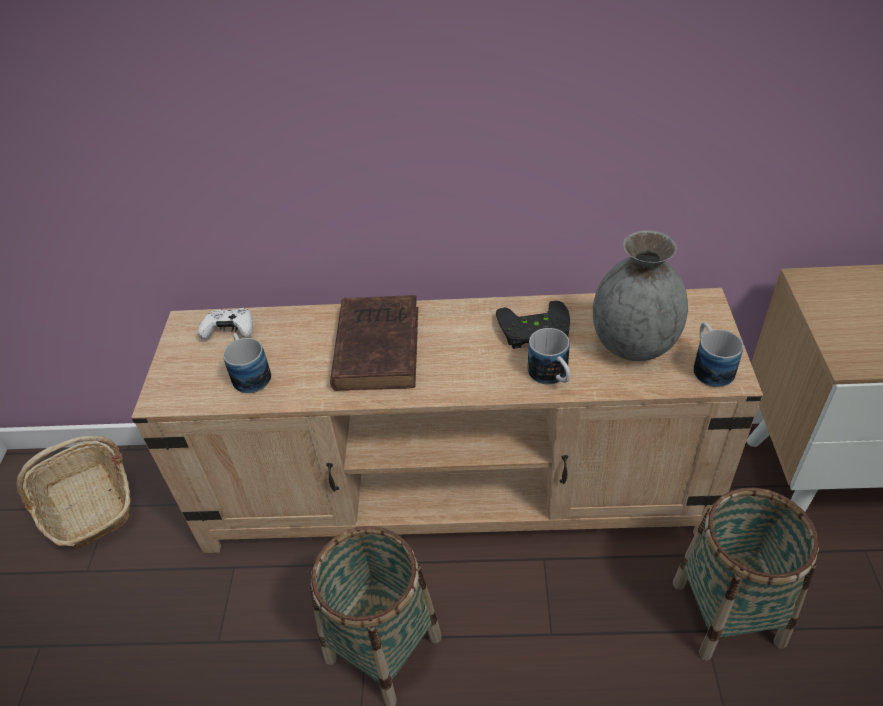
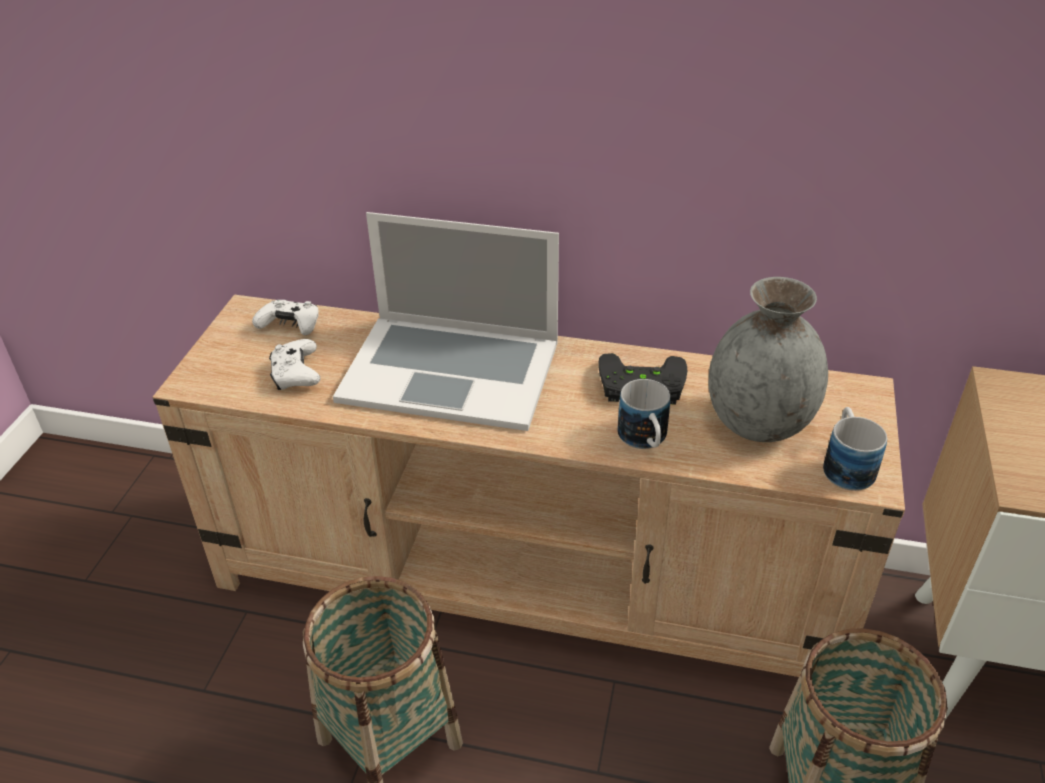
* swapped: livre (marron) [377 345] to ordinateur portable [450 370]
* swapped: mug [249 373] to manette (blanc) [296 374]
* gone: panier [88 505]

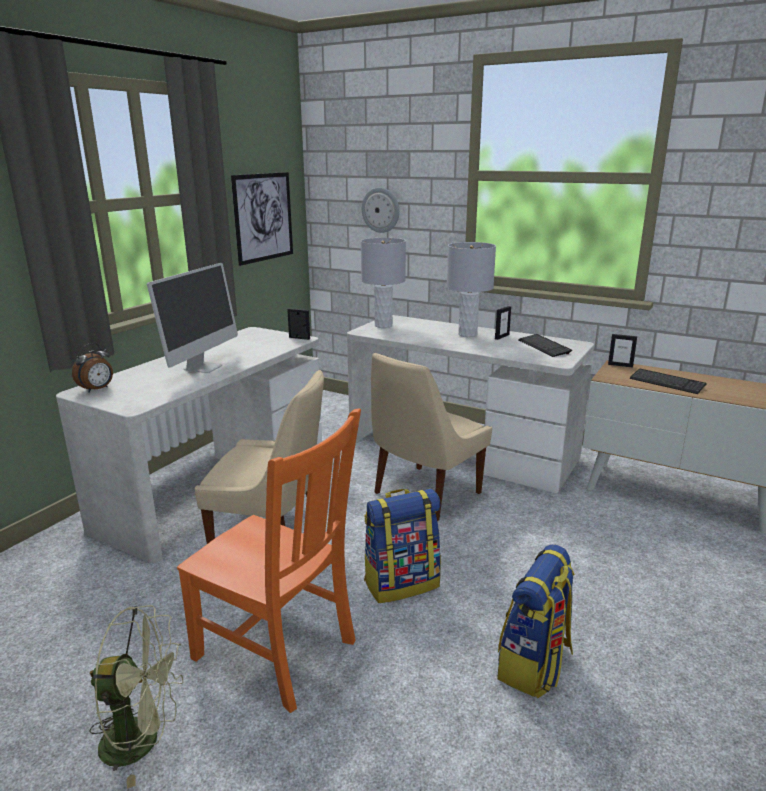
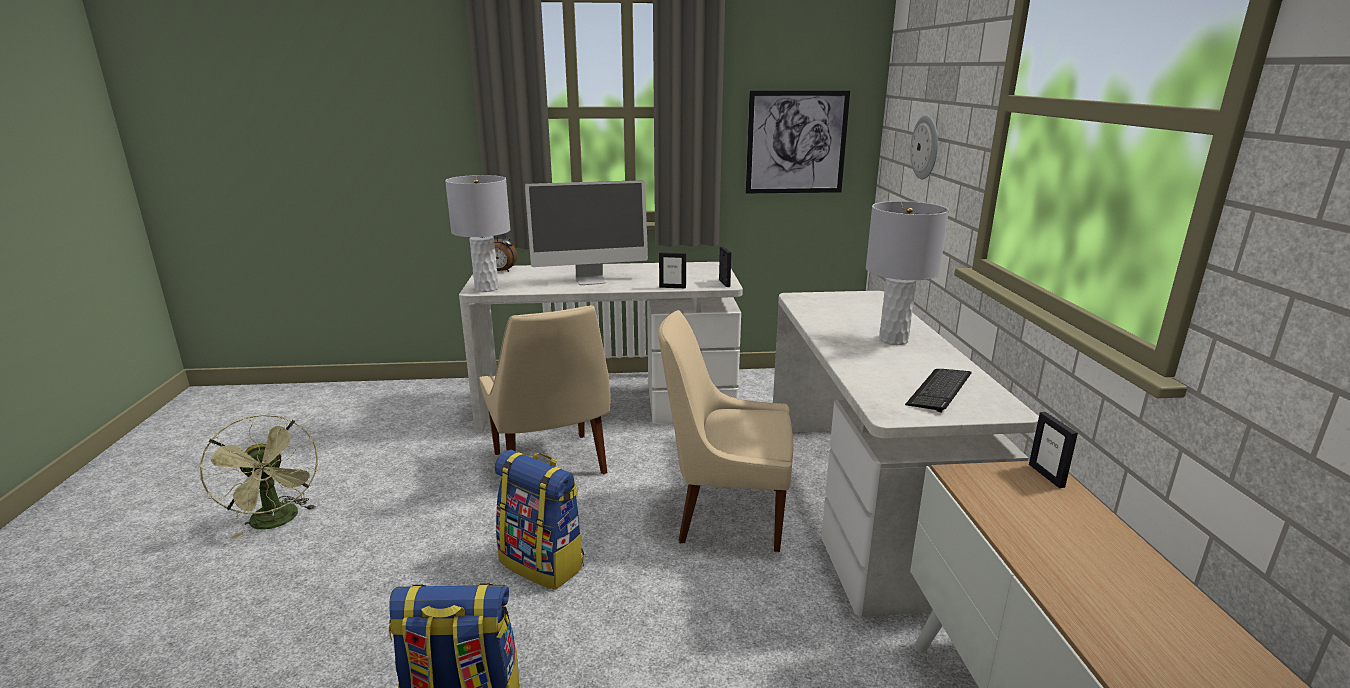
* shifted: lampe de table (gris) [384 325] to [486 289]
* shifted: cadre photo [502 337] to [672 287]
* gone: clavier [667 383]
* gone: chaise (orange) [279 652]

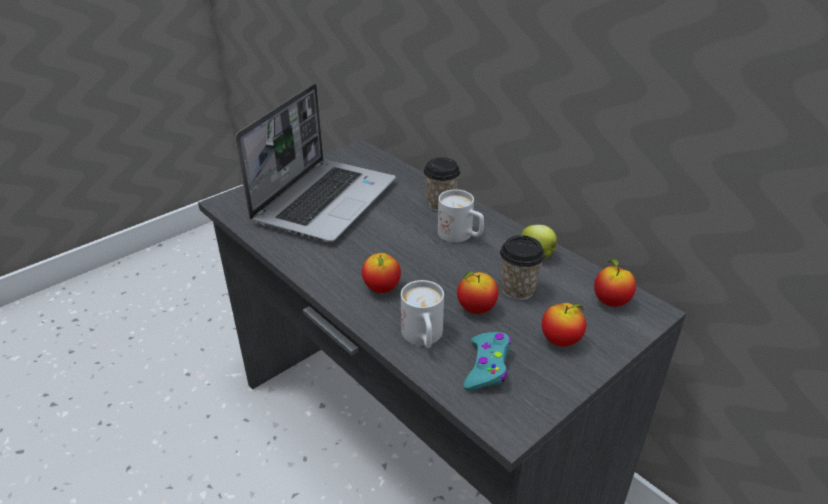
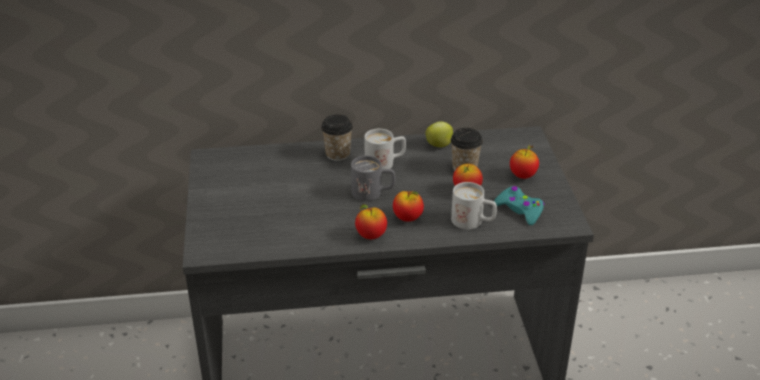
* gone: ordinateur portable [325 200]
* shifted: pomme [610 302] to [371 236]
* new: mug (gris) [373 193]

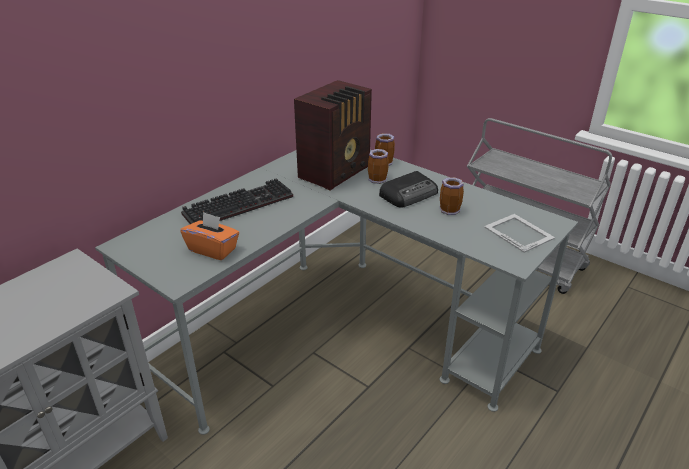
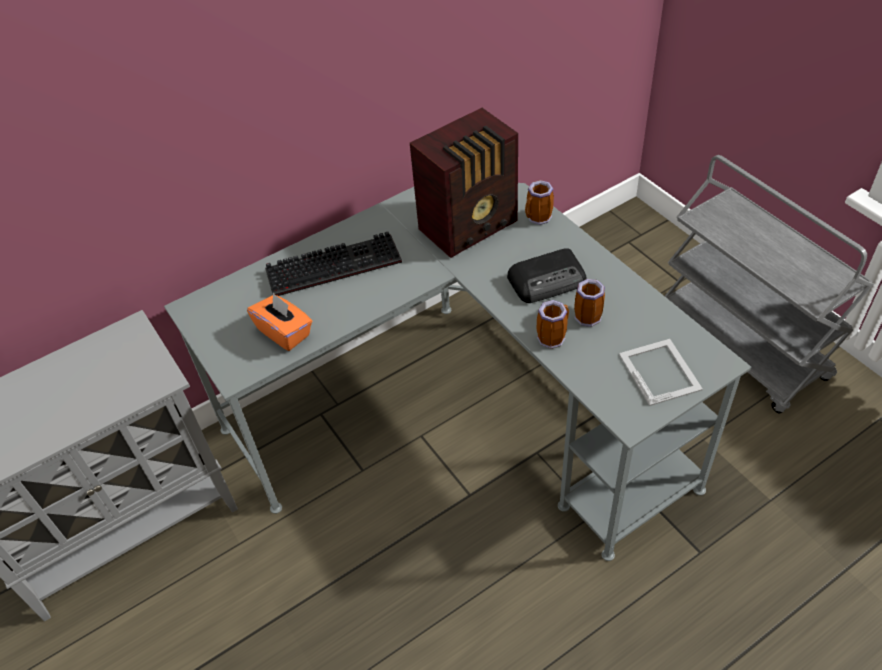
* shifted: mug [378 178] to [552 336]

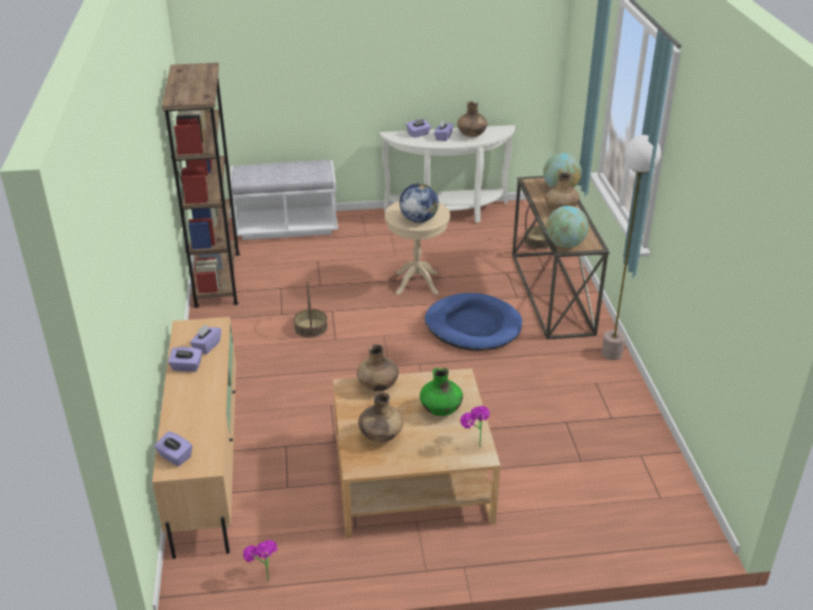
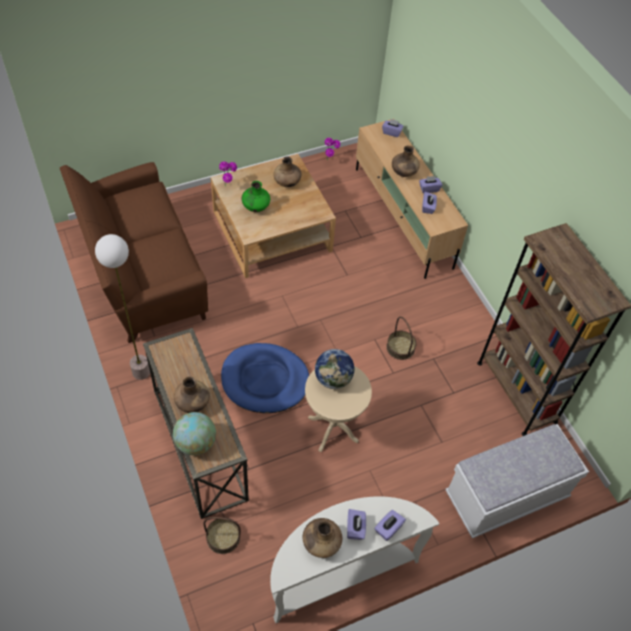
* gone: globe [565 244]
* shifted: vase (marron) [378 386] to [404 172]
* new: canapé (marron) [142 275]

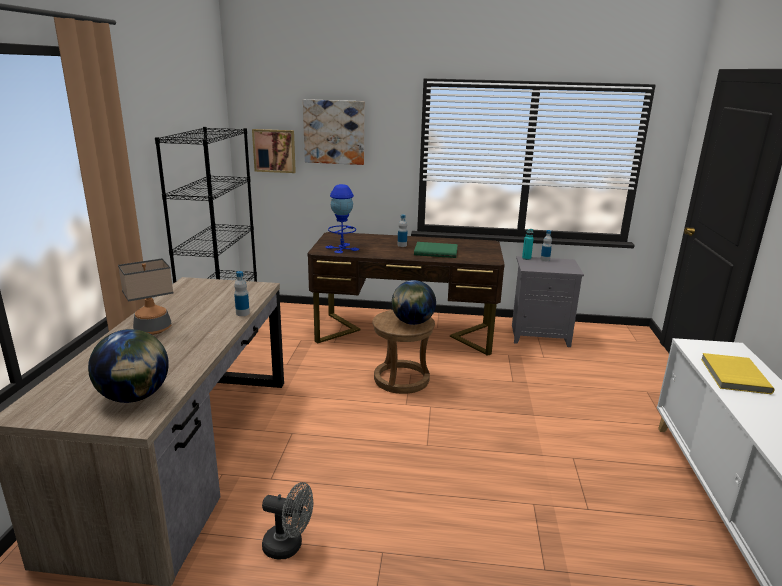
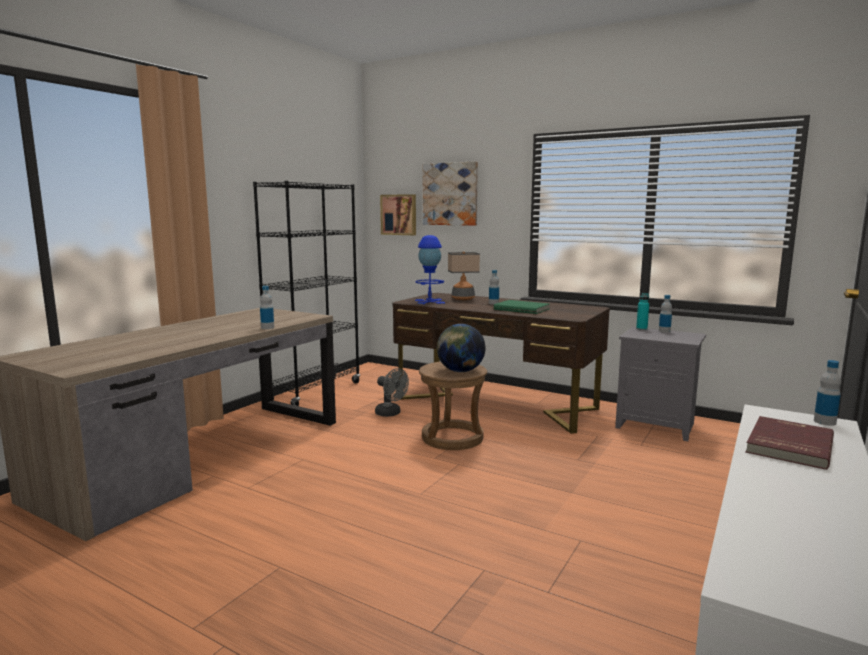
* shifted: lampe de table [152 329] to [463 298]
* gone: globe [135 397]
* repainted: livre (jaune) [733 375] to livre (rouge) [787 445]
* shifted: ventilateur (gris) [289 546] to [391 413]
* new: bouteille [824 422]

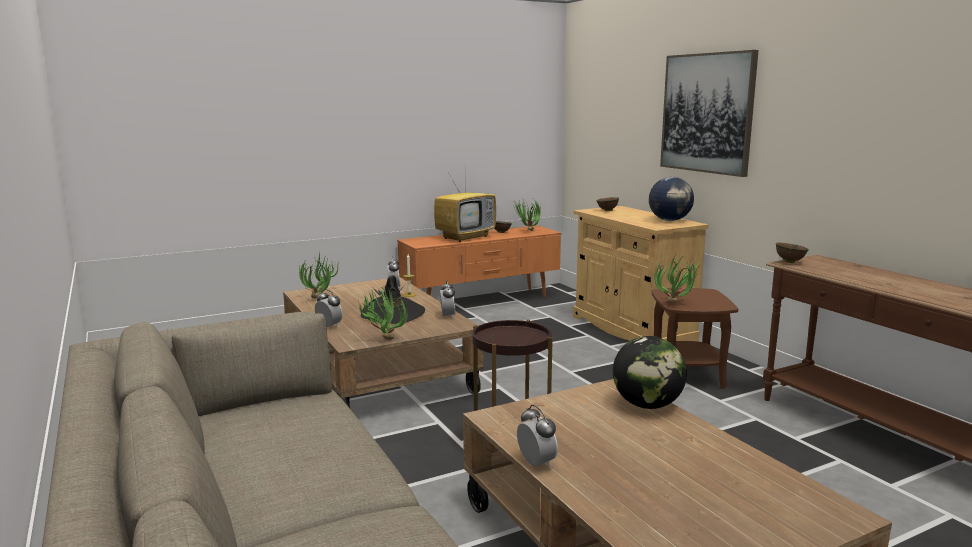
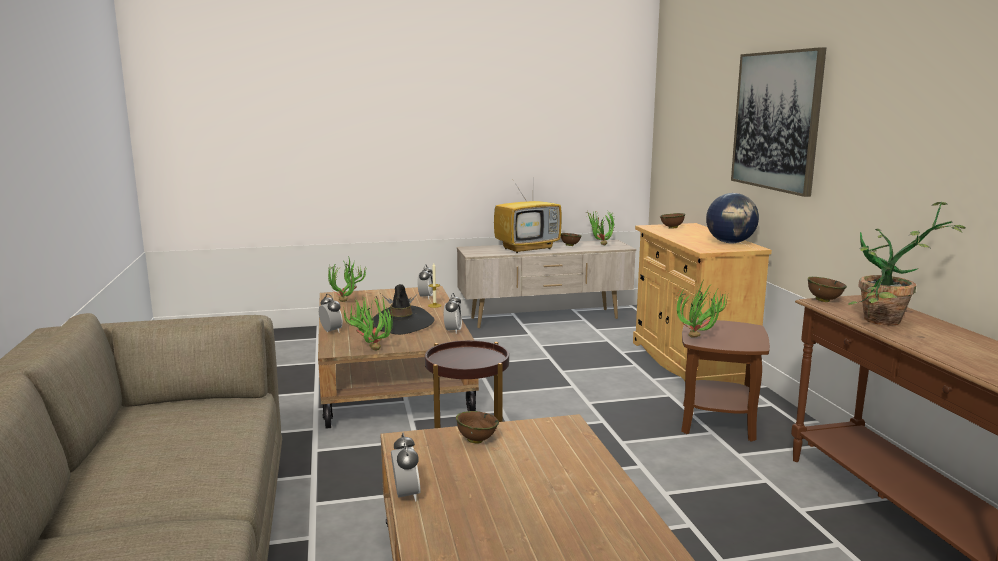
* repainted: meuble télé (orange) [481 302] to meuble télé (beige) [544 319]
* gone: globe [647 405]
* new: plante en pot [888 323]
* new: bol (marron) [476 440]

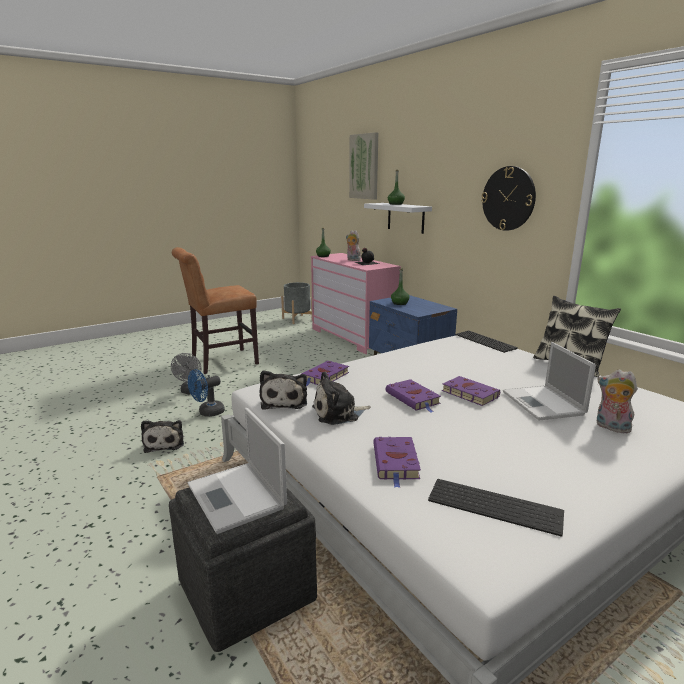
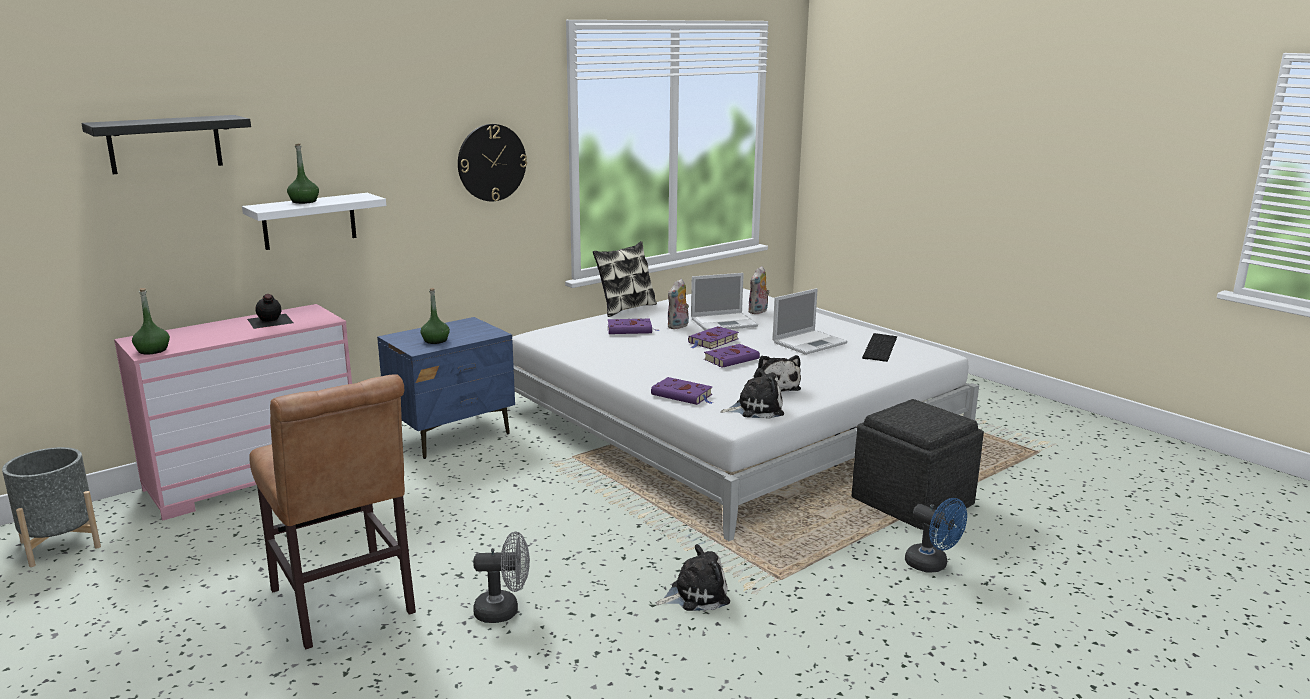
* swapped: tableau [364 166] to étagère (noir) [165 144]
* shifted: peluche [352 260] to [678 326]
* gone: clavier [486 341]
* shifted: ventilateur (bleu) [207 413] to [932 565]
* shifted: ordinateur portable [237 497] to [810 342]
* shifted: livre (violet) [396 463] to [631 330]

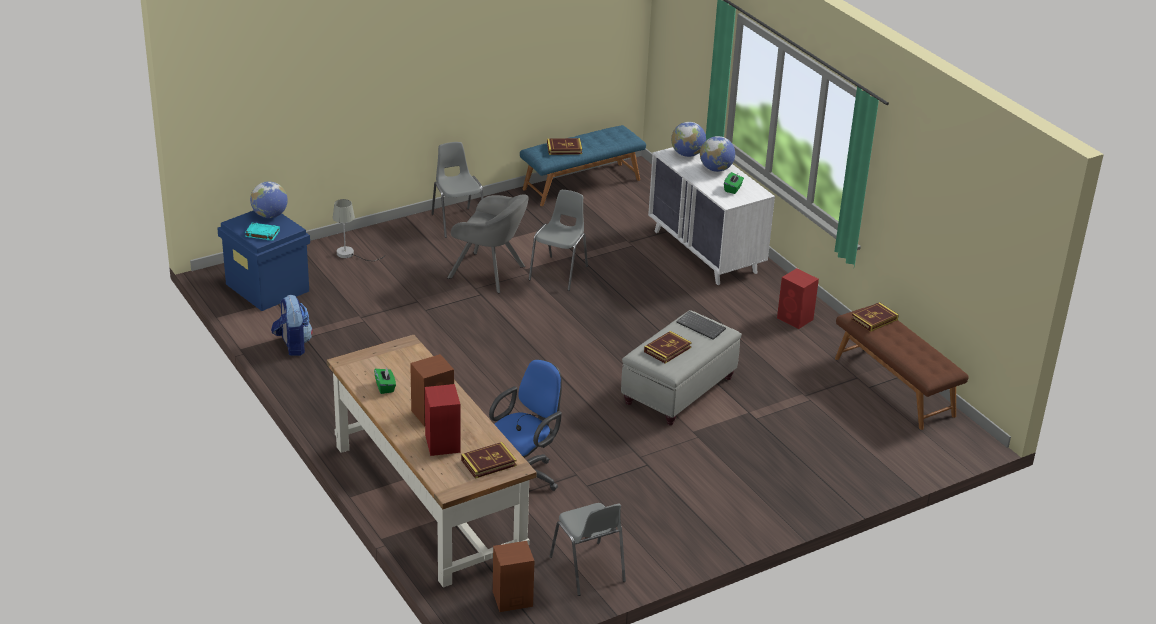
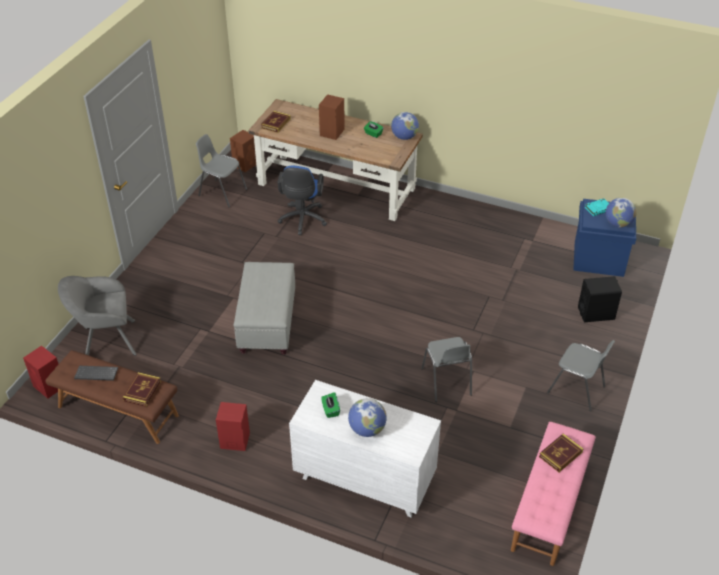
* shifted: globe [687 154] to [404 137]
* repainted: banc (bleu) [581 184] to banc (rose) [550 506]
* shifted: fauteuil (gris) [490 273] to [106 341]
* swapped: lampe de table (gris) [350 254] to enceinte (noir) [596 313]
* gone: sac à dos [293 345]
* shifted: clavier [702 326] to [95 374]
* gone: livre [667 349]
* shifted: enceinte (rouge) [442 443] to [49 386]

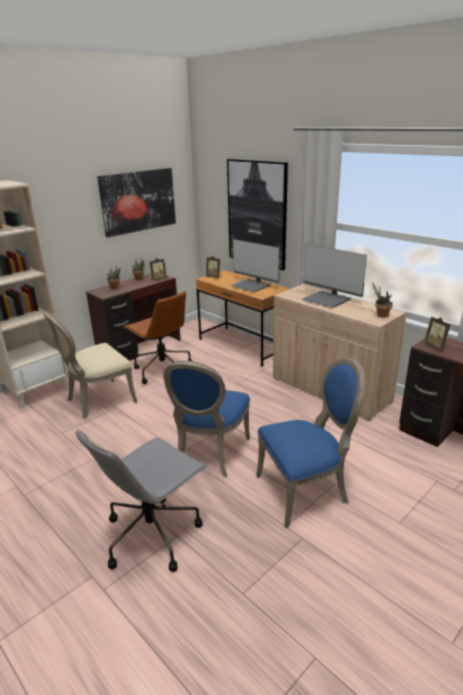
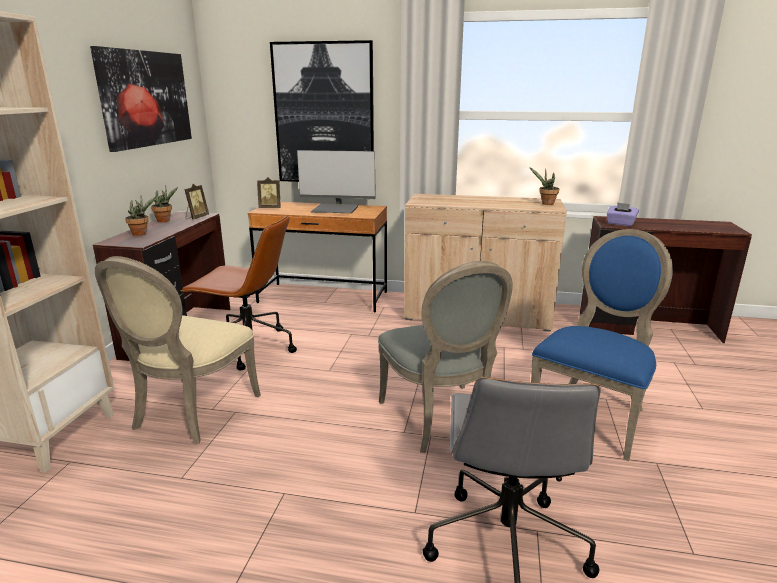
* gone: écran d'ordinateur [326 299]
* swapped: cadre photo [436 347] to boîte à mouchoirs (violet) [620 223]
* repainted: chaise (bleu) [209 454] to chaise (gris) [441 420]

